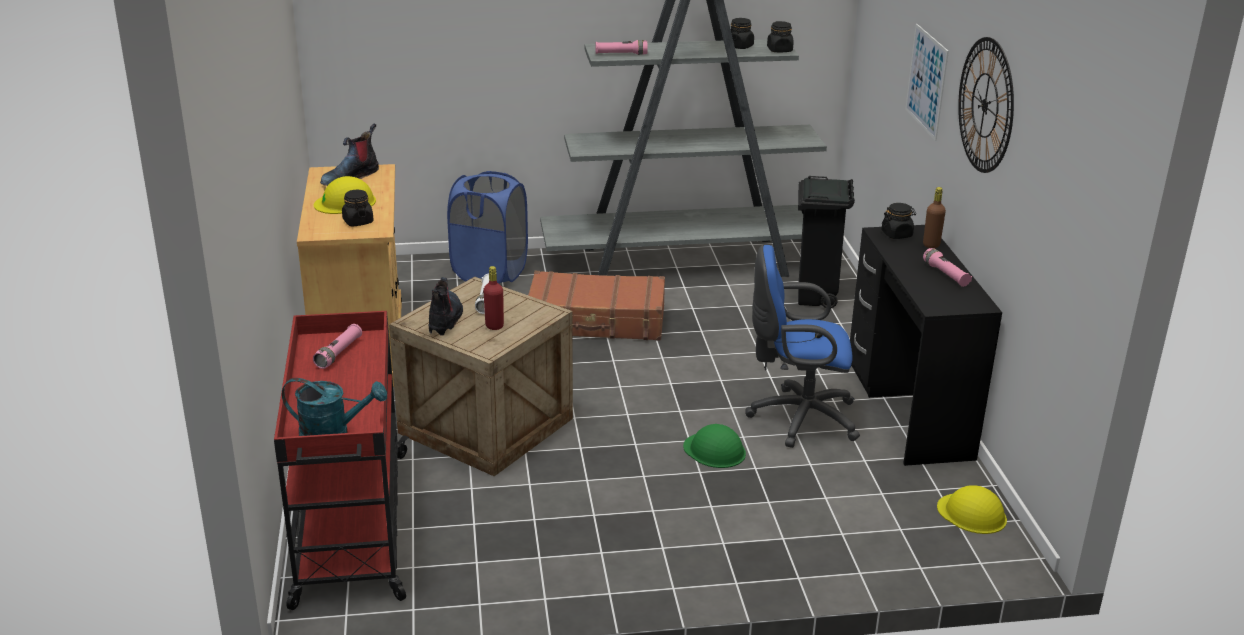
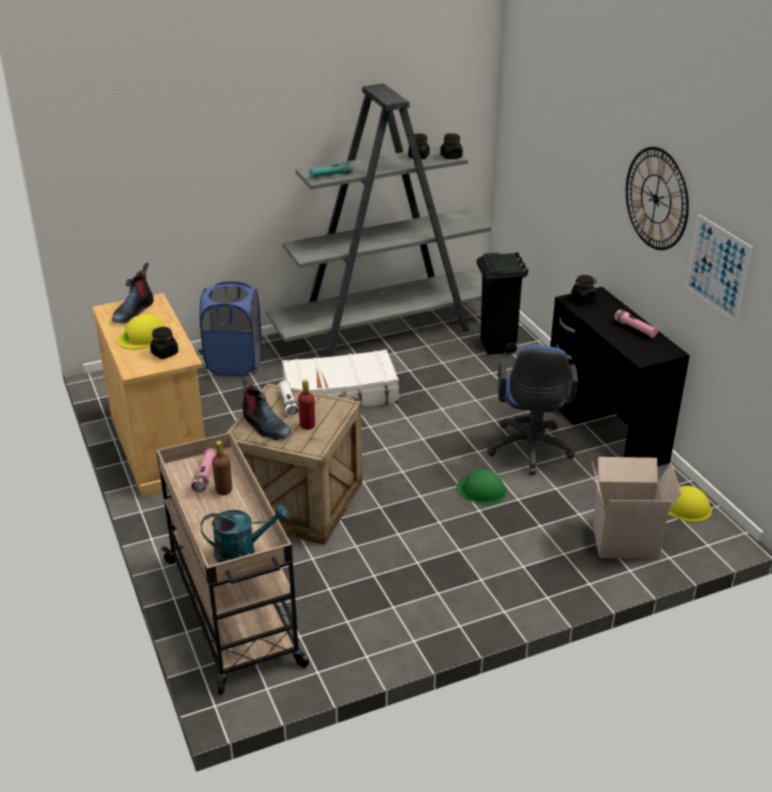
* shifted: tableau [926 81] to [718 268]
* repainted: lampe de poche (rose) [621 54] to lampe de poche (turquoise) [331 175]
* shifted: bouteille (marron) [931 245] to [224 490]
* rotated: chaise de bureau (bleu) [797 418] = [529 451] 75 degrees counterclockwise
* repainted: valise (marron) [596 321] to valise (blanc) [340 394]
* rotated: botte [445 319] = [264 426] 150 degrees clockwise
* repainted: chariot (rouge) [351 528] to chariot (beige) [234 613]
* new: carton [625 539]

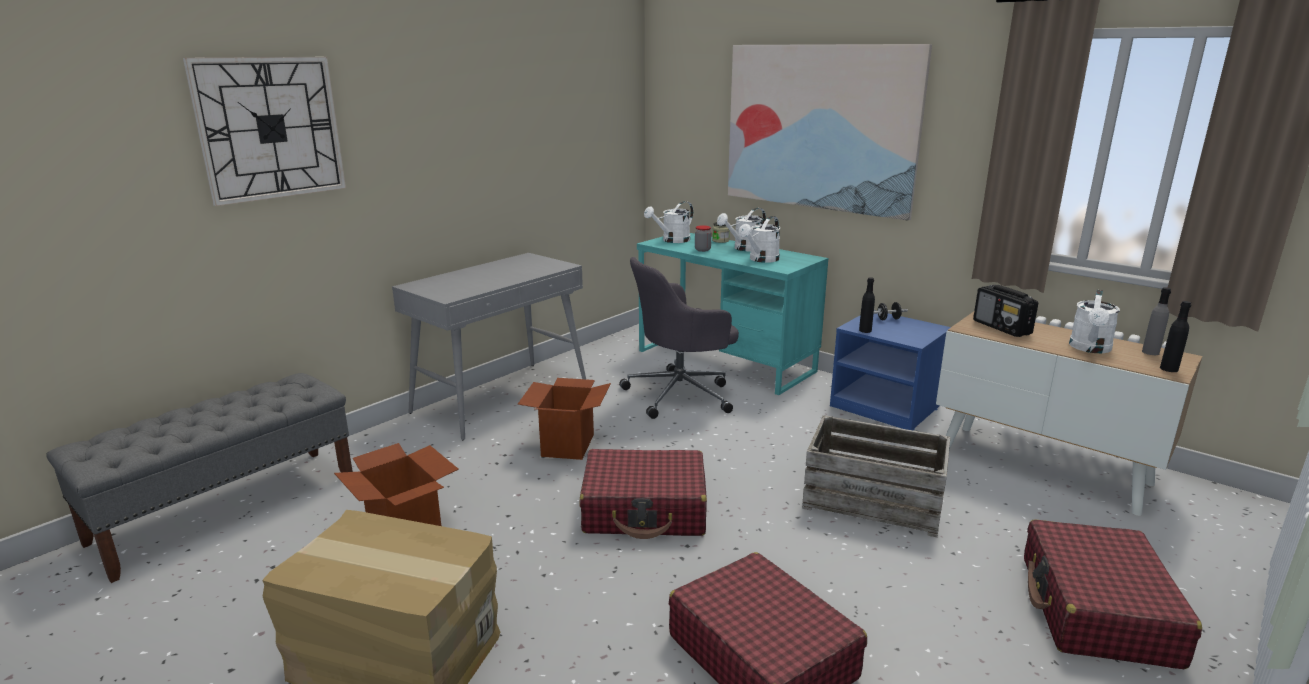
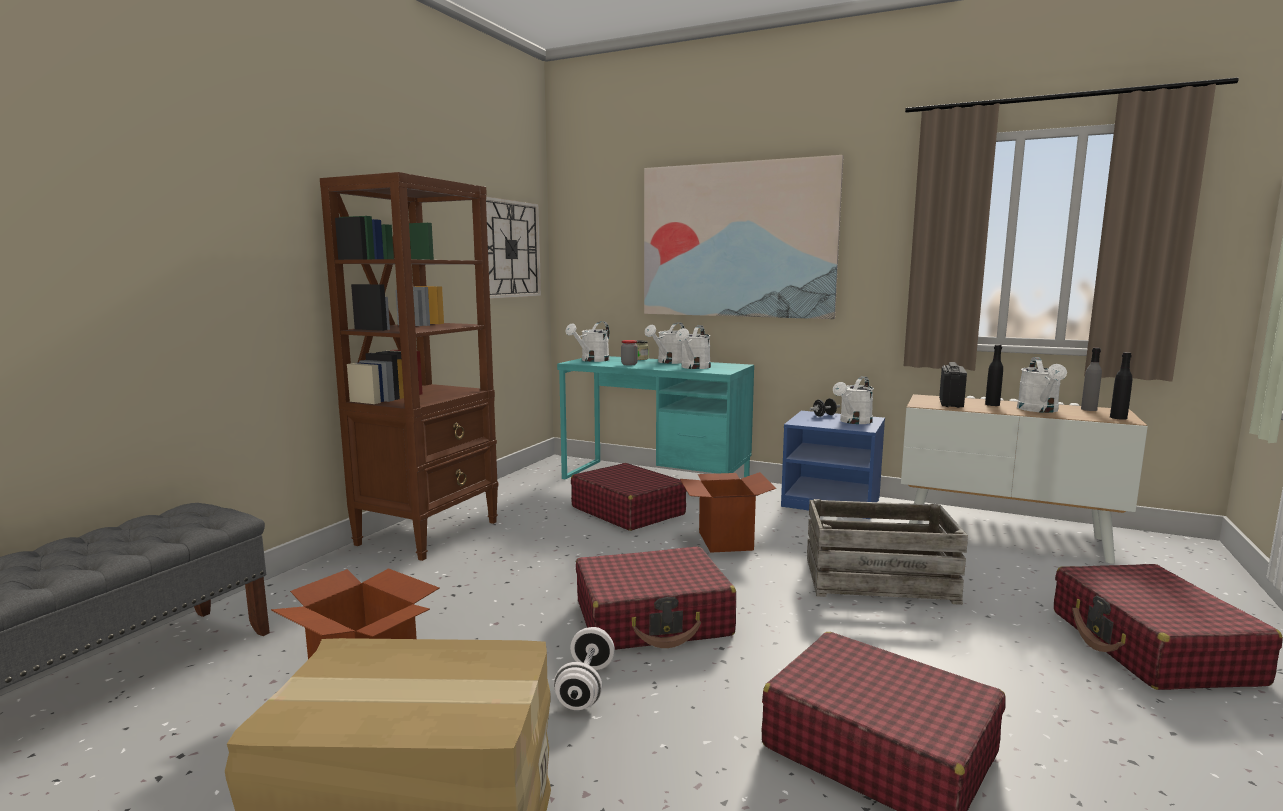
* shifted: horloge murale [270 128] to [509 249]
* swapped: table console (gris) [502 398] to bibliothèque (marron) [429 532]
* swapped: chaise de bureau (gris) [681 394] to valise (rouge) [627 511]
* shifted: bouteille (noir) [865 330] to [992 404]
* rotated: radio [1002 328] = [951 402] 120 degrees counterclockwise
* shifted: carton [568 445] to [725 540]
* new: arrosoir (blanc) [853 422]
* new: haltère (blanc) [585 687]

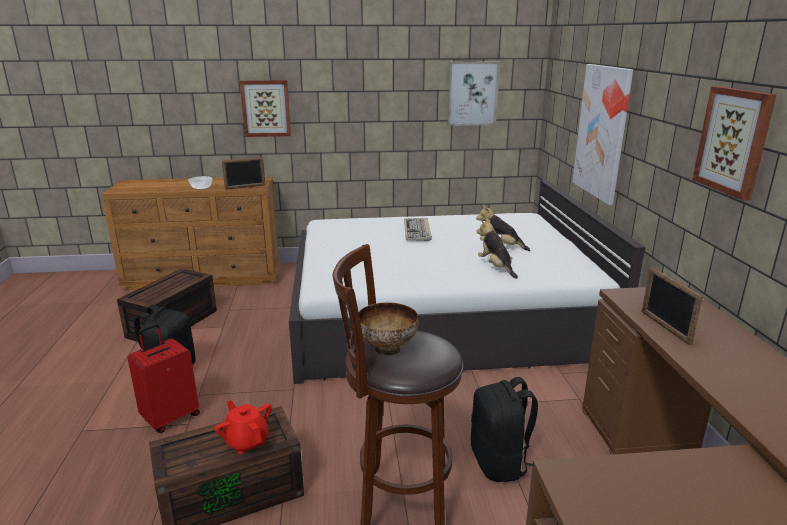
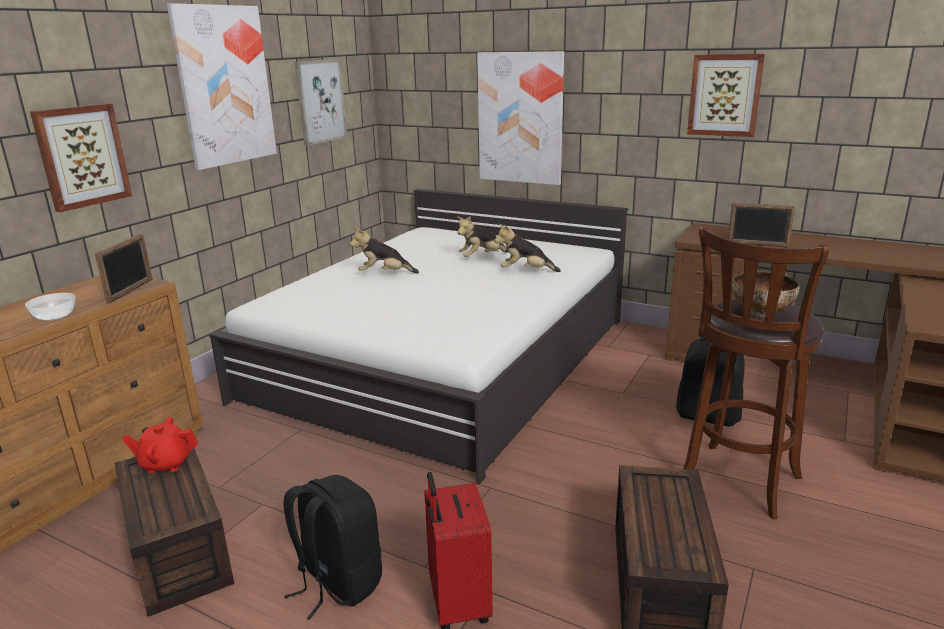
* swapped: clavier [417 231] to peluche [384 274]
* shifted: théière (rouge) [246 441] to [166 463]
* new: tableau [224 86]

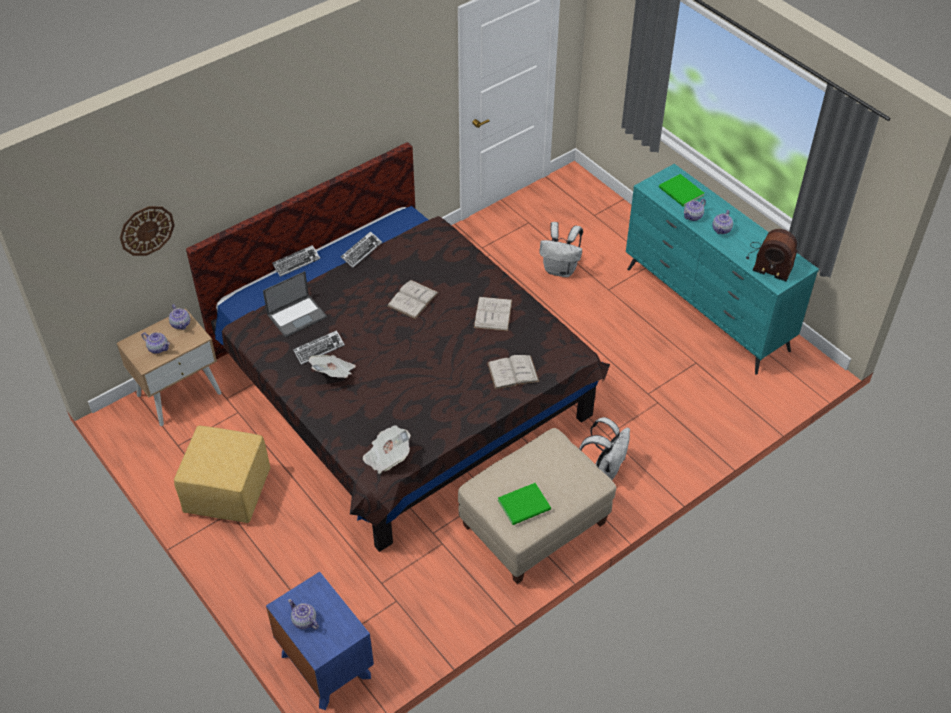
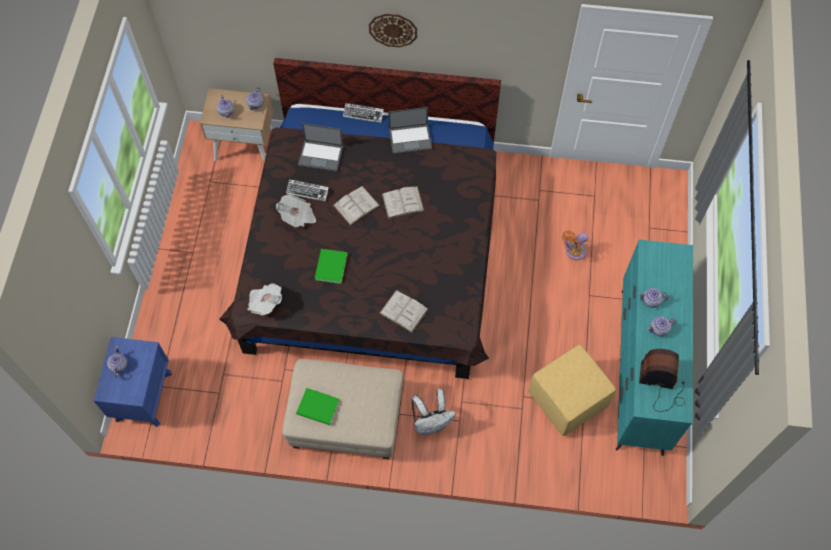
* shifted: livre (vert) [681 192] to [330 267]
* shifted: horloge murale [146 230] to [393 29]
* swapped: sac à dos (blanc) [560 269] to ventilateur (orange) [574 252]
* rotated: radio [769 261] = [662 384] 120 degrees clockwise
* swapped: clavier [361 251] to ordinateur portable [410 138]
* shifted: livre (blanc) [493 314] to [356 205]
* shifted: pouf (jaune) [226 492] to [567 398]

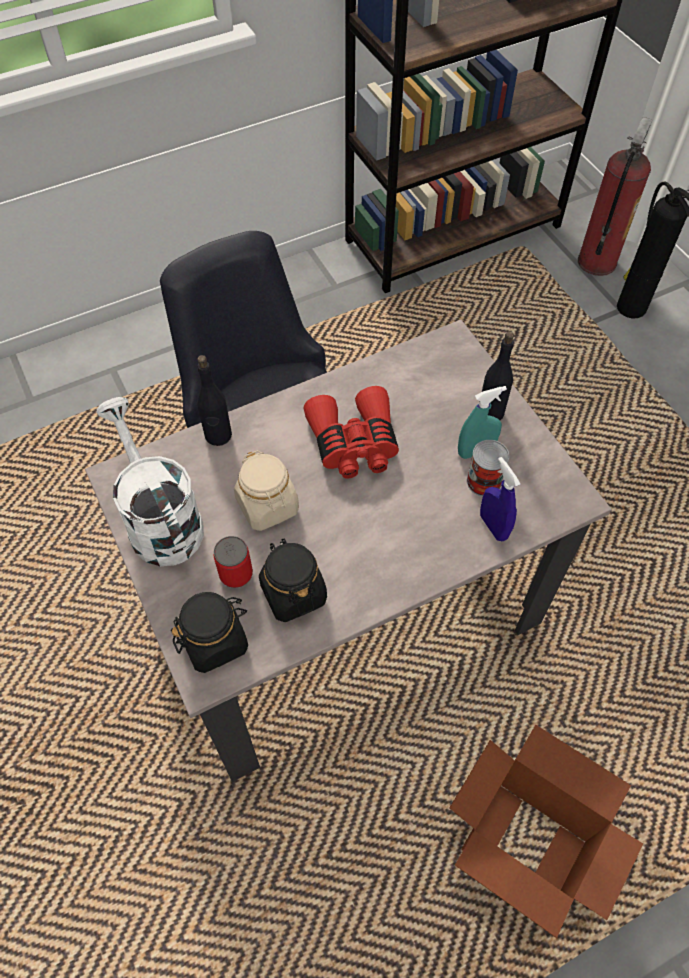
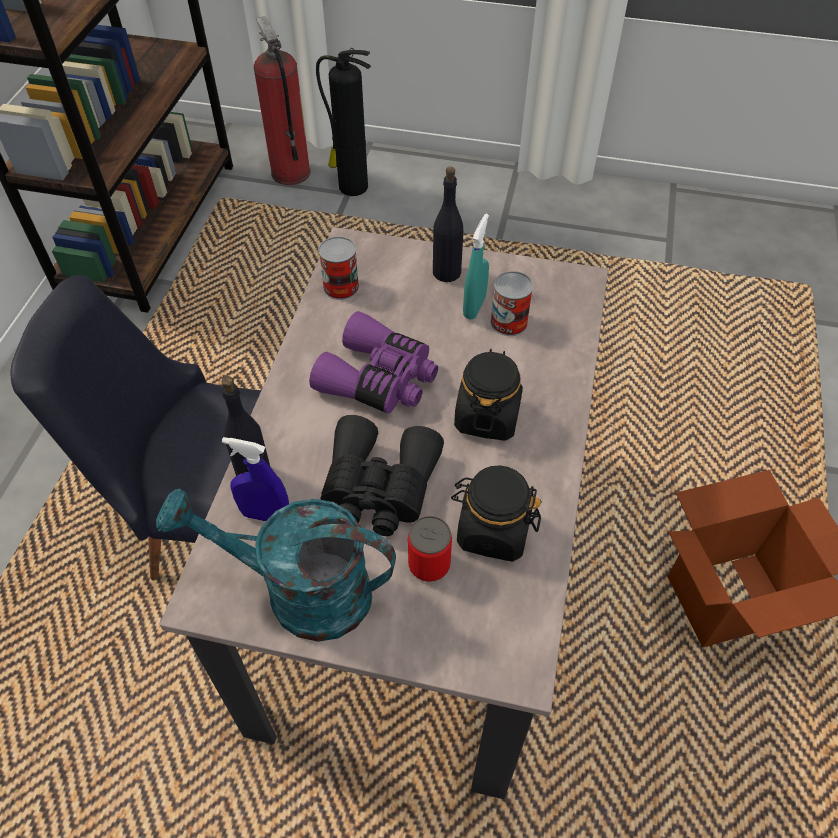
* repainted: jumelles (rouge) [354 443] to jumelles (violet) [379 379]
* repainted: arrosoir (blanc) [160 519] to arrosoir (turquoise) [299 591]
* swapped: bocal (beige) [268 506] to jumelles (noir) [378 488]
* shifted: vaporisateur (bleu) [493 526] to [265 515]
* shifted: bocal (noir) [214 641] to [487 416]
* new: boîte métallique [341 287]

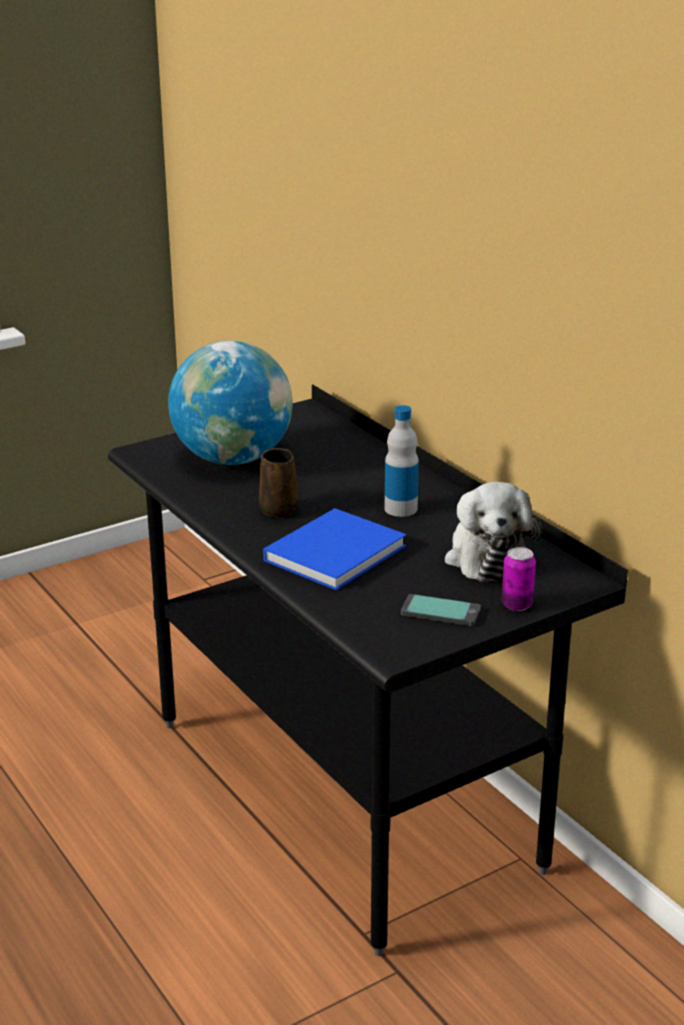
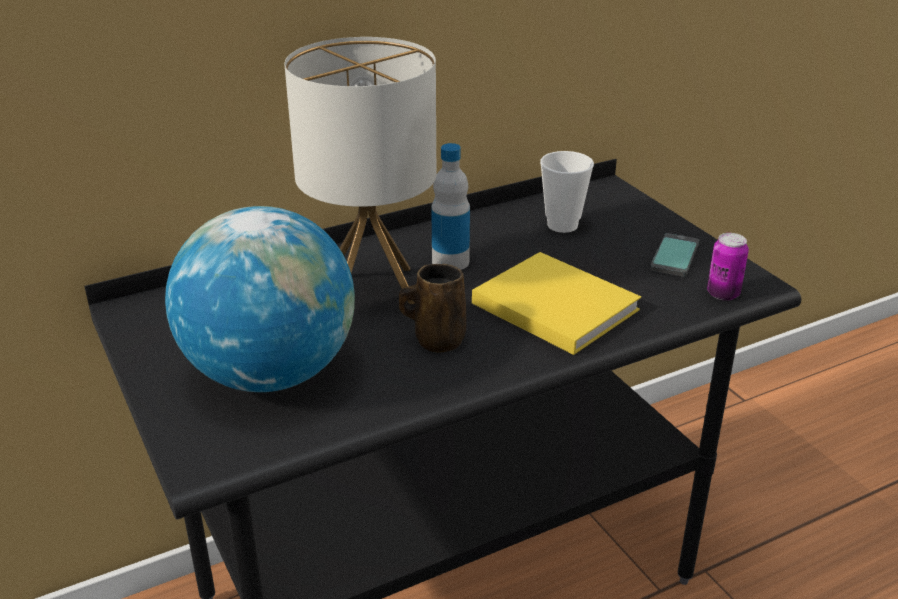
* swapped: peluche [487 556] to tasse [562 225]
* repainted: livre (bleu) [338 552] to livre (jaune) [551 304]
* shifted: boîte métallique [517 605] to [723 294]
* new: lampe de table [370 292]

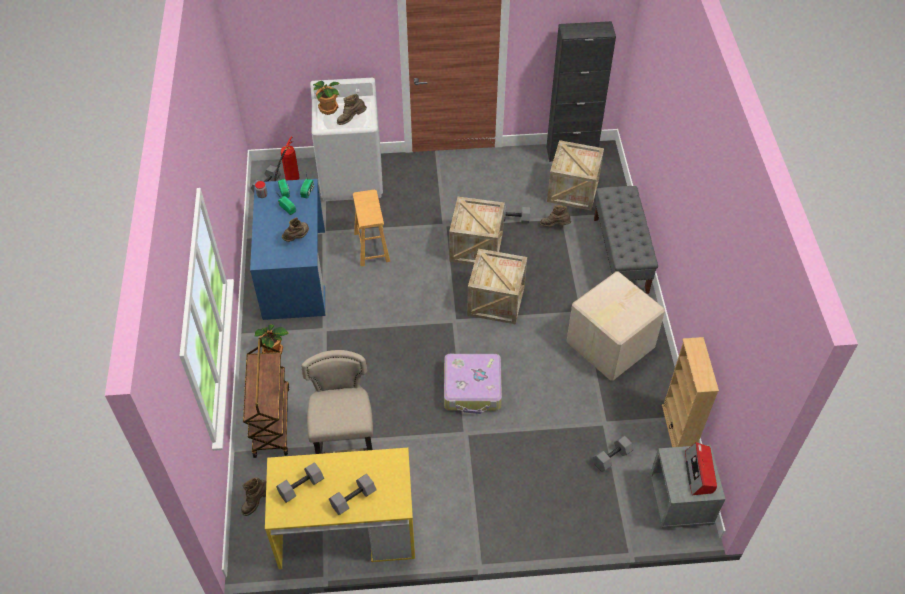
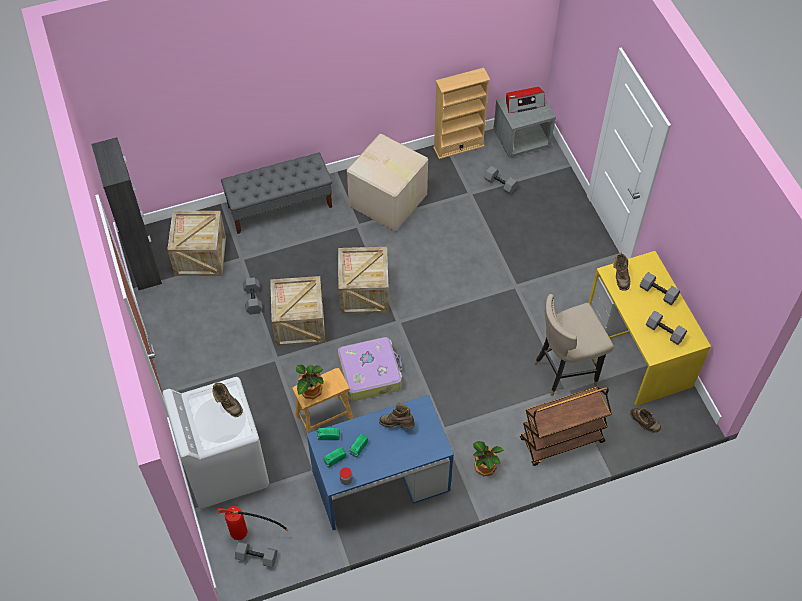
* shifted: plante en pot [328 108] to [310 391]
* shifted: botte (marron) [555 225] to [620 277]
* shifted: valise [473 388] to [370 373]

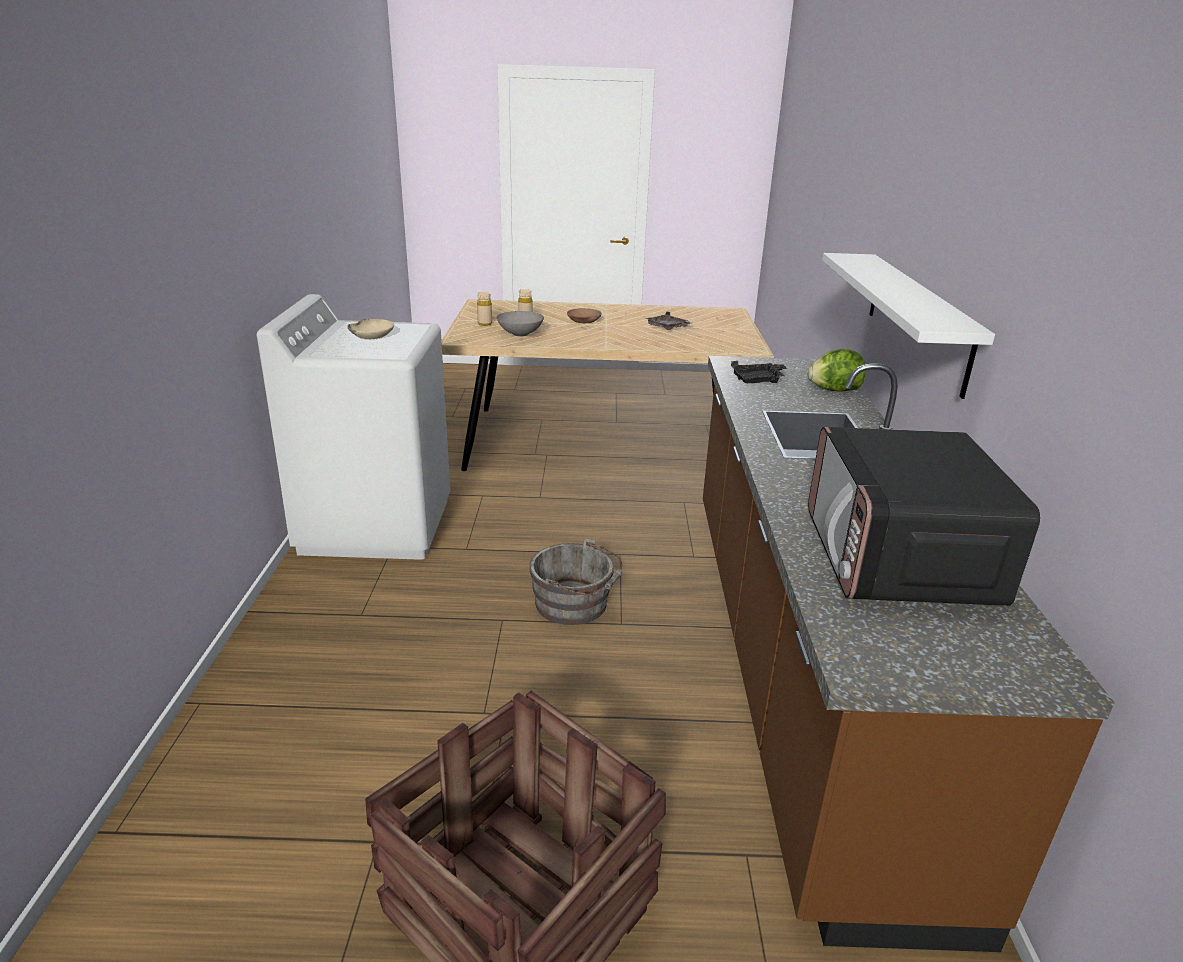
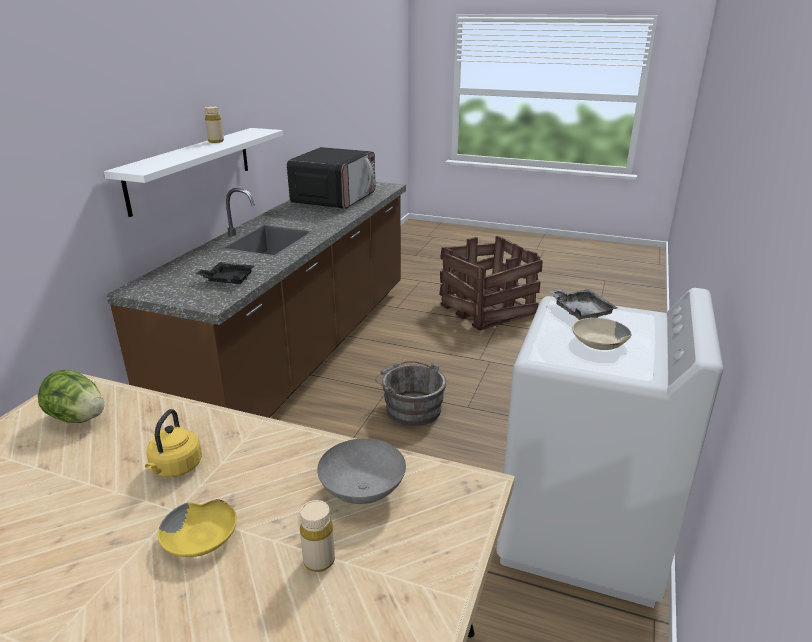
* shifted: bouteille (beige) [485 324] to [216 141]
* repainted: bol (marron) [583 320] to bol (jaune) [202 538]
* shifted: plateau (gris) [668 327] to [581 311]
* shifted: laitue [834 390] to [77 418]
* new: bouilloire (jaune) [175 468]

